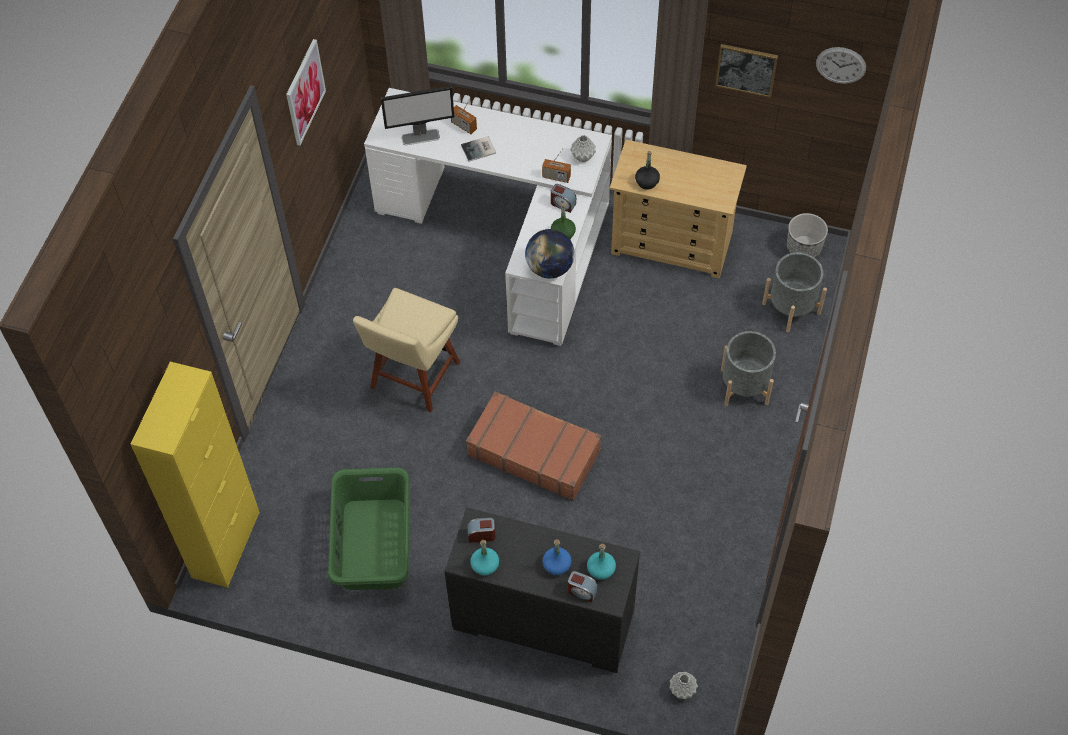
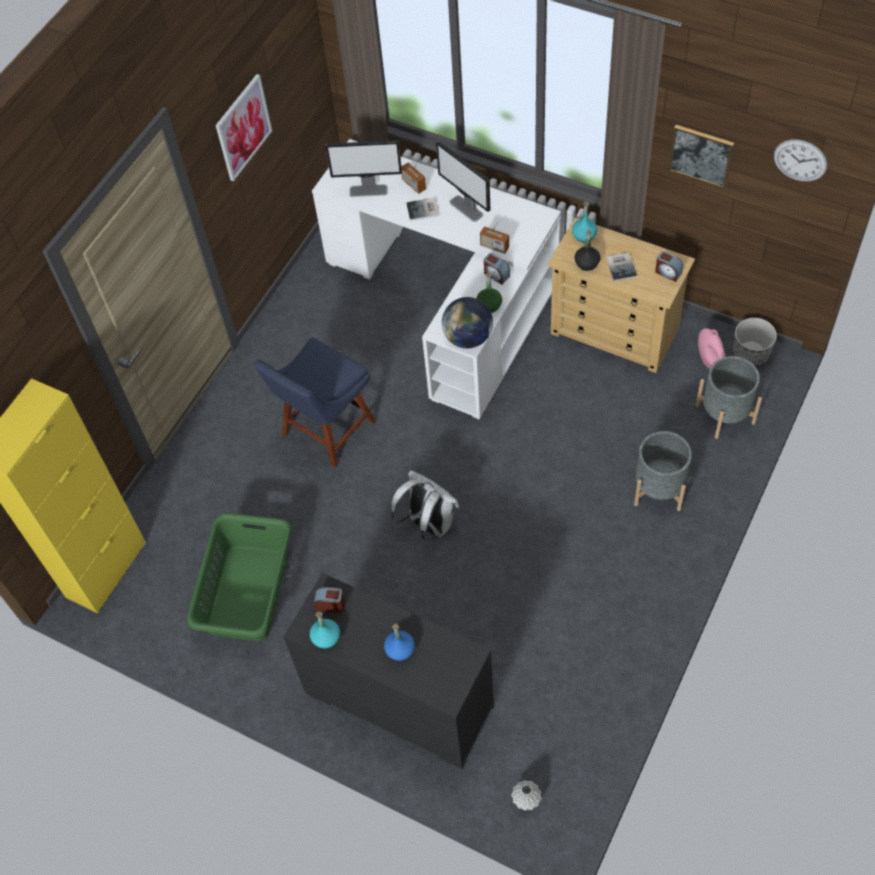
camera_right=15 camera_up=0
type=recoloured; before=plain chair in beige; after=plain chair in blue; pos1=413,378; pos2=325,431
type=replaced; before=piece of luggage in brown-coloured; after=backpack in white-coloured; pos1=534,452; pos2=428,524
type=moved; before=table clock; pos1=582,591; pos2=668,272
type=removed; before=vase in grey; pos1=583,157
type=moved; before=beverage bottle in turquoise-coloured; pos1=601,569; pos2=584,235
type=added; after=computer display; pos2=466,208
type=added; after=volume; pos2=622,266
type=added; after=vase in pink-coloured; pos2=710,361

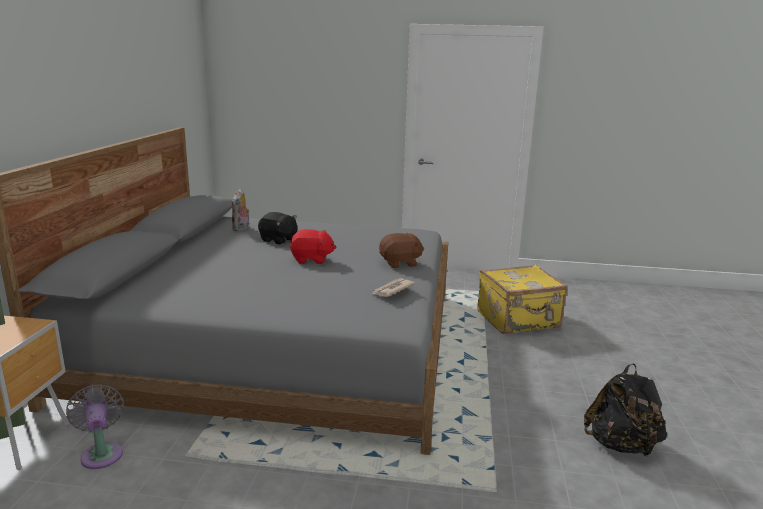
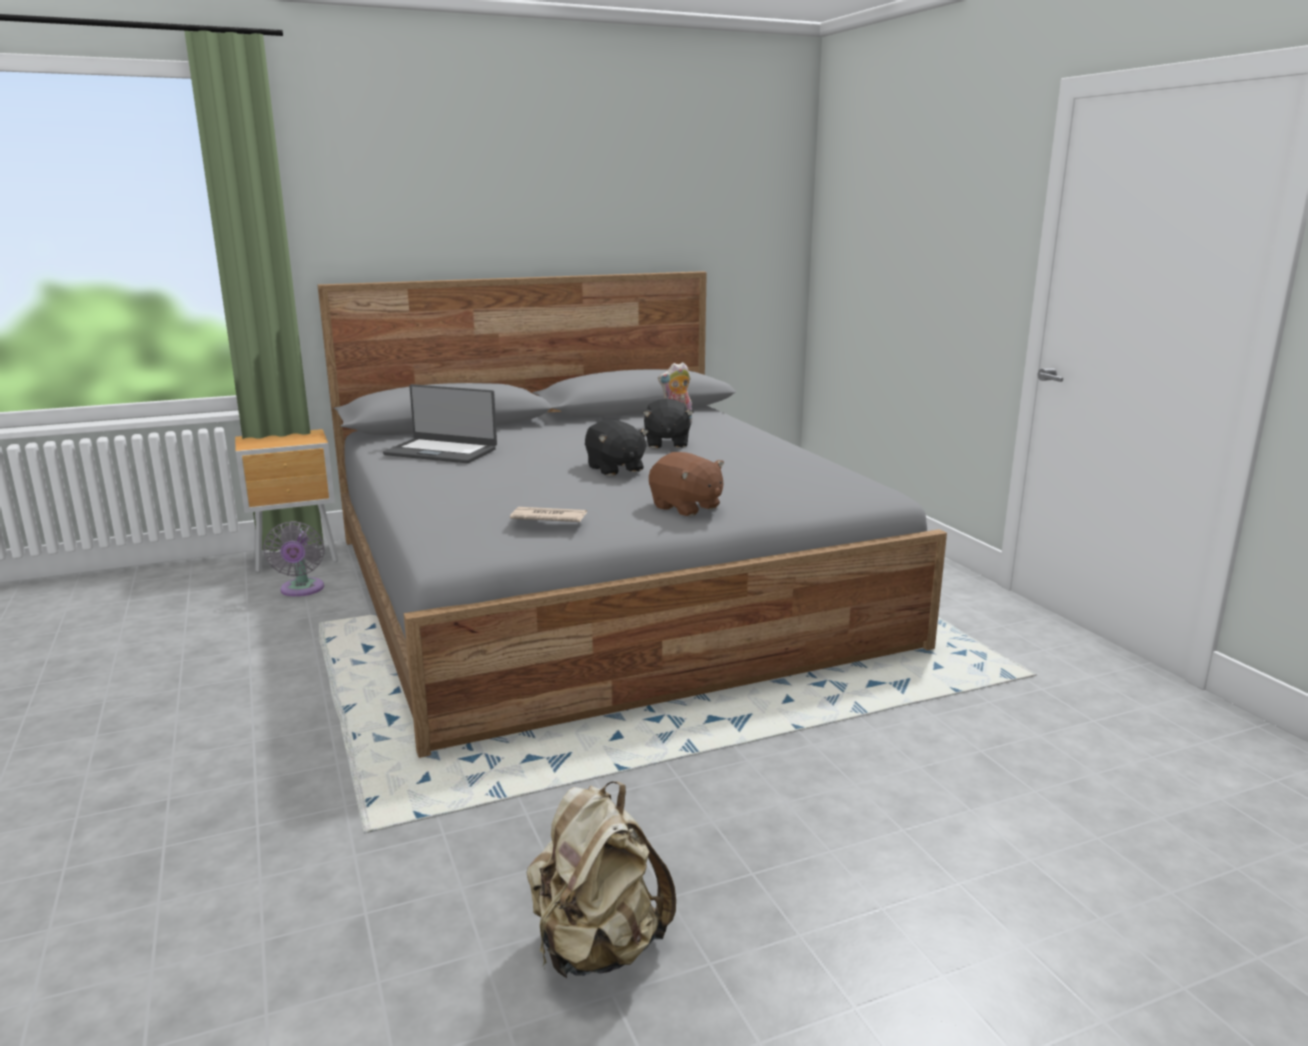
camera_right=60 camera_up=0
type=turned; before=cooling fan in grey; pos1=102,453; pos2=301,590; turn=135
type=recoloured; before=plush toy in reddish; after=plush toy in black-coloured; pos1=312,259; pos2=615,469
type=removed; before=piece of luggage in yellow-coloured; pos1=519,320
type=recoloured; before=backpack in black-coloured; after=backpack in beige; pos1=621,445; pos2=597,947
type=added; after=laptop; pos2=441,451

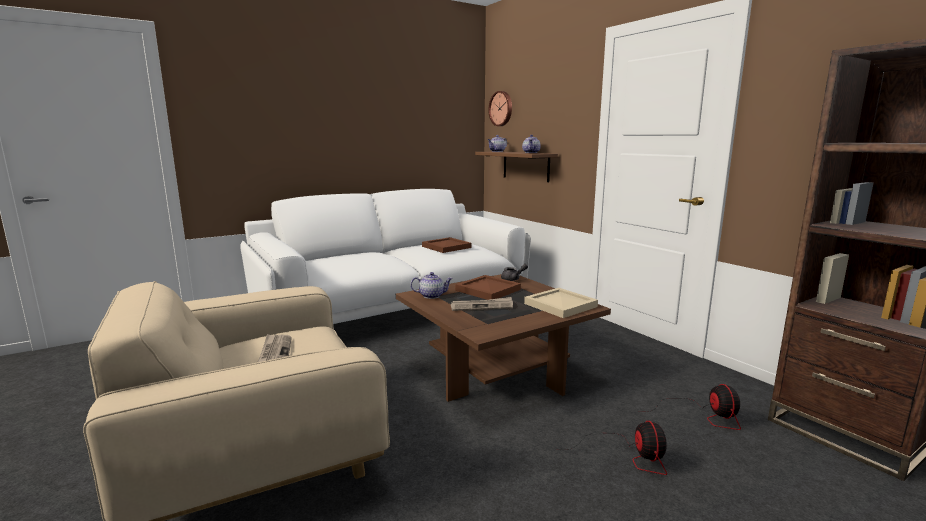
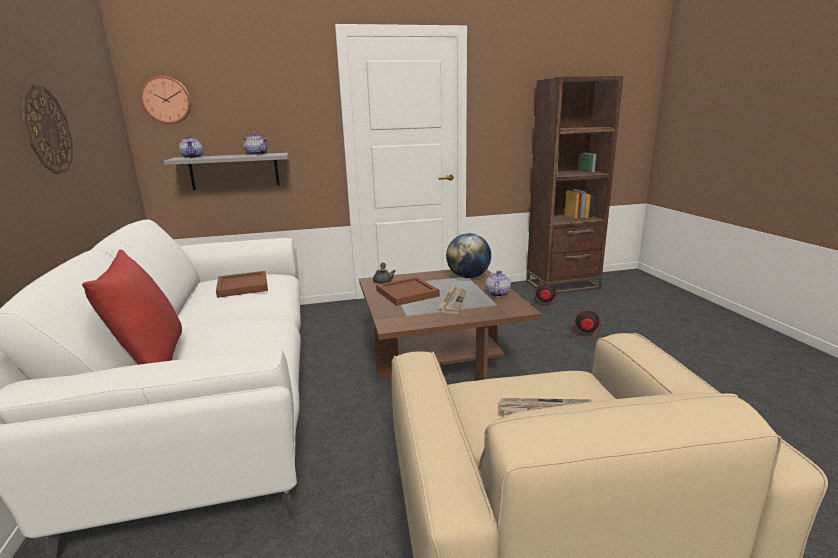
camera_right=-70 camera_up=5
type=moved; before=tea pot; pos1=432,296; pos2=497,294
type=recoloured; before=wall shelf in brown-coloured; after=wall shelf in grey; pos1=526,166; pos2=234,171
type=replaced; before=serving tray in beige; after=globe; pos1=560,305; pos2=468,277
type=added; after=hanging clock; pos2=47,130
type=added; after=throw pillow in reddish; pos2=151,362

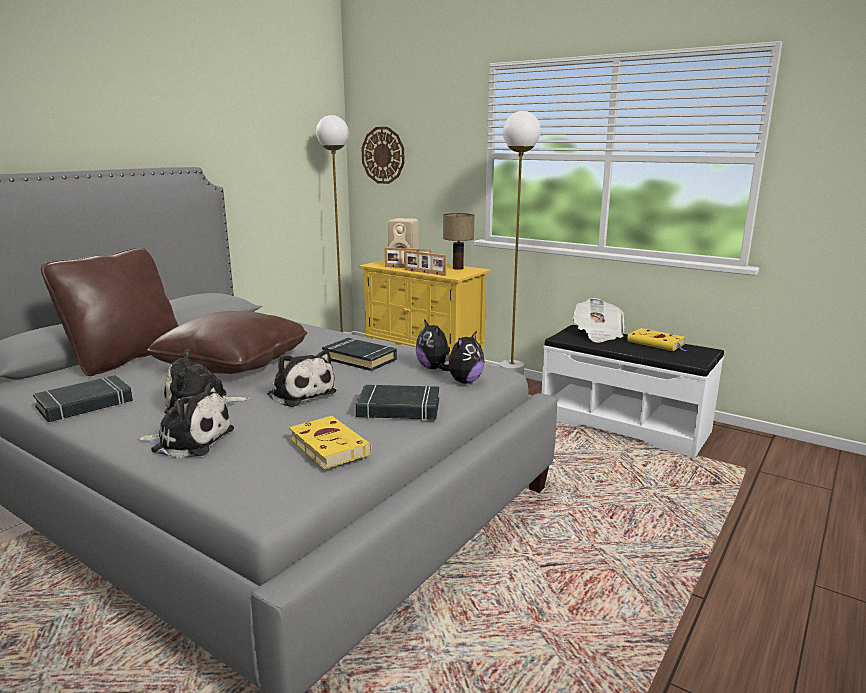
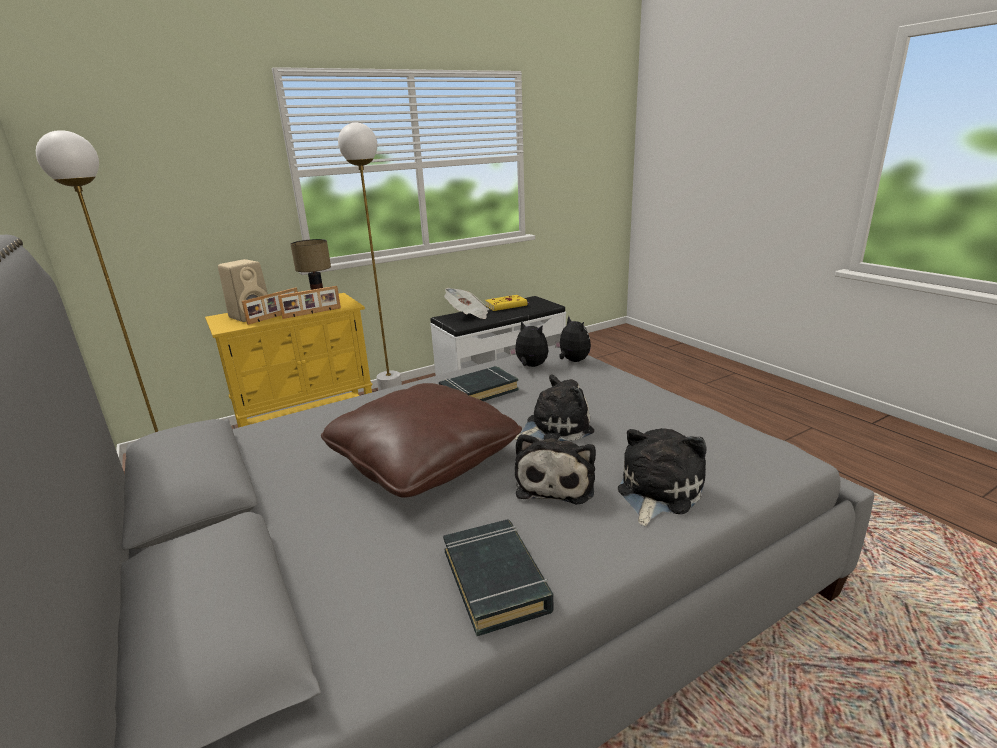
camera_right=-65 camera_up=5
type=removed; before=throw pillow in brown-coloured; pos1=125,358
type=removed; before=volume in yellow-coloured; pos1=327,446
type=removed; before=volume in black-coloured; pos1=398,409
type=removed; before=hanging clock; pos1=383,155
type=turned; before=plush toy; pos1=434,367; pos2=530,366; turn=-135

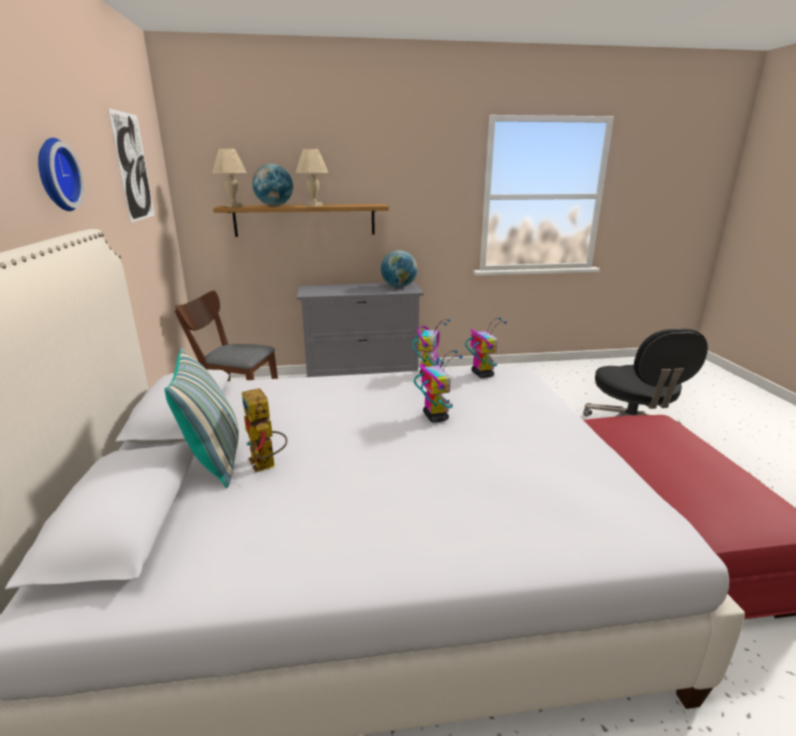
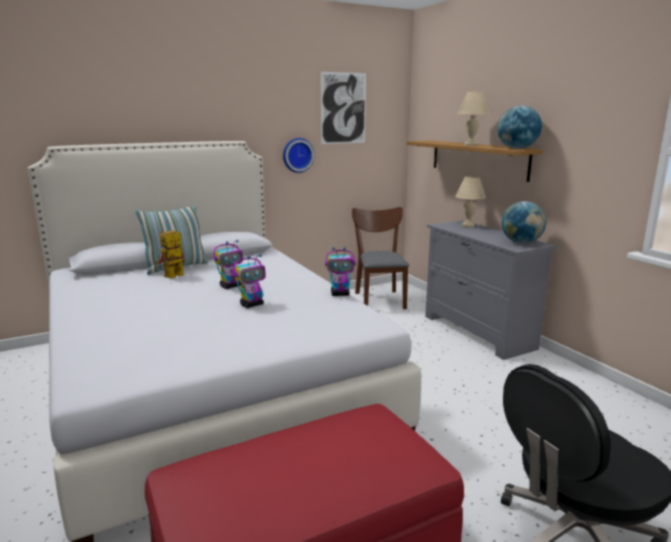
camera_right=70 camera_up=-5
type=moved; before=hanging clock; pos1=55,175; pos2=297,155
type=moved; before=tabletop lamp in beige; pos1=234,206; pos2=468,225
type=moved; before=globe; pos1=274,205; pos2=517,148
type=moved; before=model robot; pos1=482,374; pos2=231,286

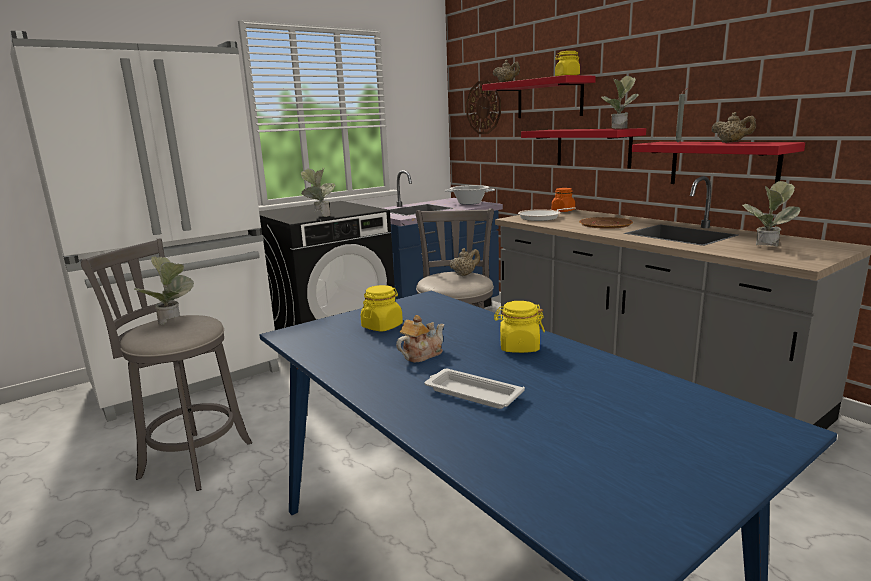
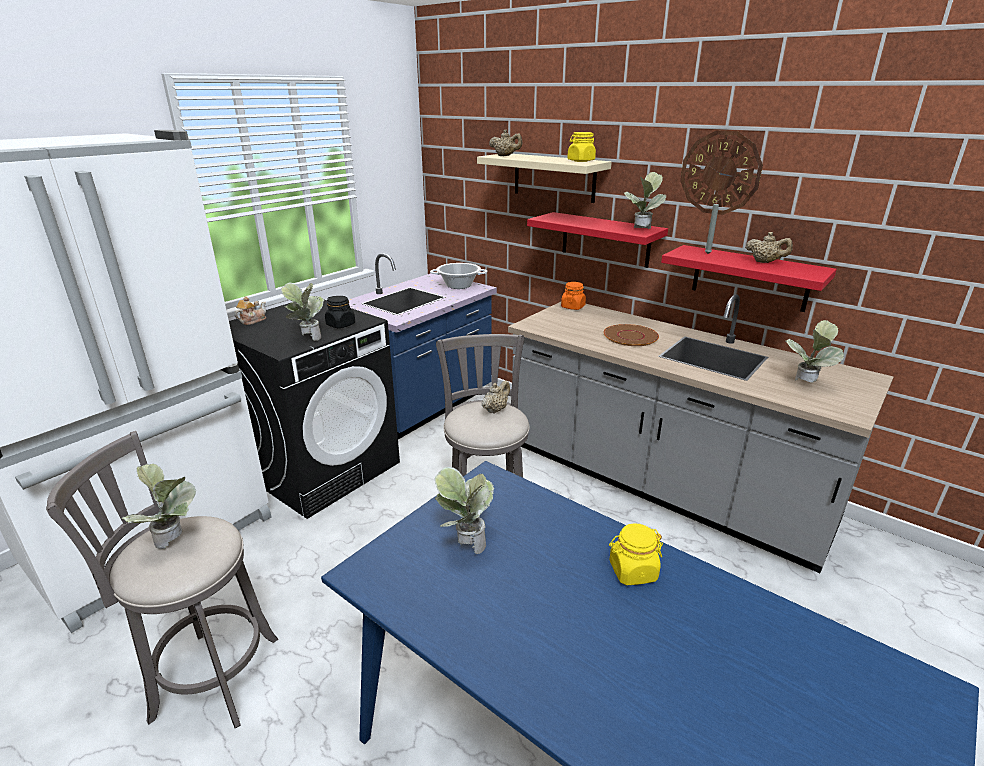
camera_right=-15 camera_up=10
type=replaced; before=storage jar in yellow-coloured; after=houseplant; pos1=382,326; pos2=465,544
type=moved; before=tea pot; pos1=421,355; pos2=252,320
type=removed; before=serving tray in white-coloured; pos1=471,393
type=moved; before=hanging clock; pos1=484,107; pos2=720,173
type=recoloured; before=wall shelf in reddish; after=wall shelf in beige; pos1=549,98; pos2=554,177
type=removed; before=skillet; pos1=541,217
type=added; after=storage jar in black-coloured; pos2=341,325

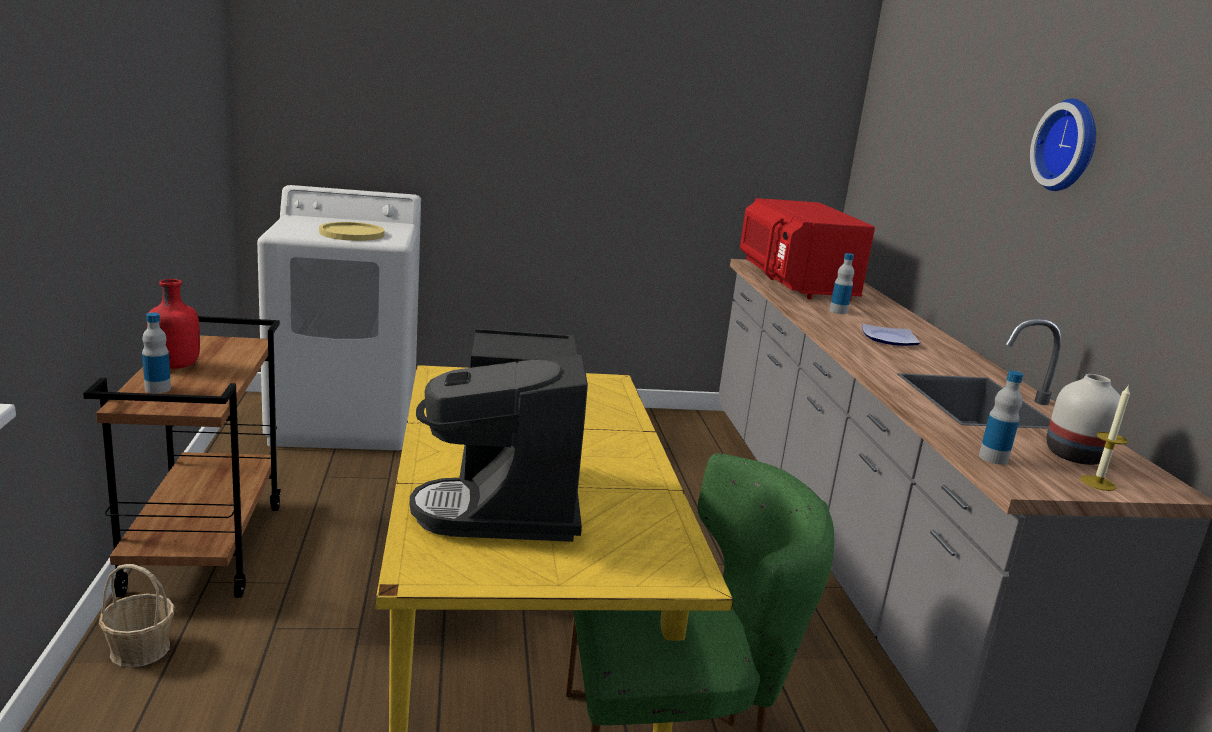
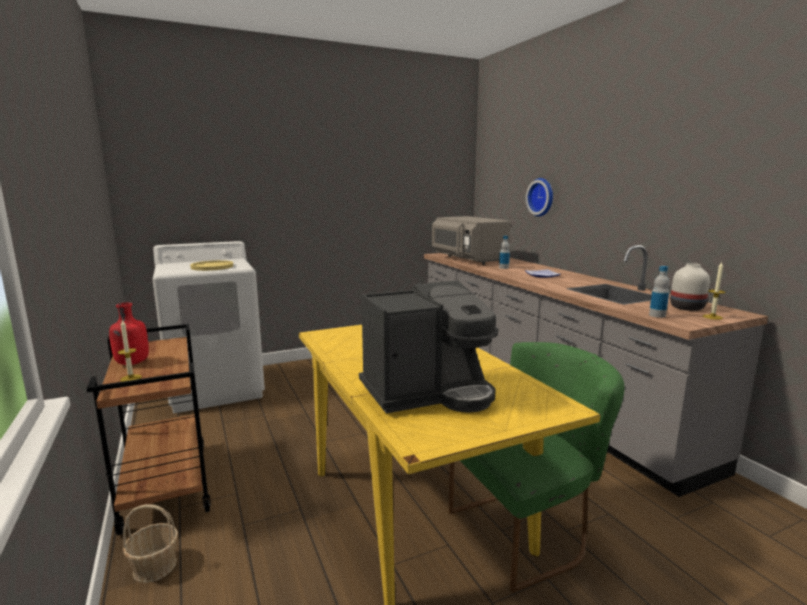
camera_right=-15 camera_up=-5
type=replaced; before=beverage bottle; after=candle; pos1=158,389; pos2=131,378
type=turned; before=coffee brewer; pos1=508,502; pos2=428,392; turn=-90
type=recoloured; before=microwave oven in reddish; after=microwave oven in grey; pos1=795,283; pos2=468,259
type=moved; before=hanging clock; pos1=1070,146; pos2=542,197

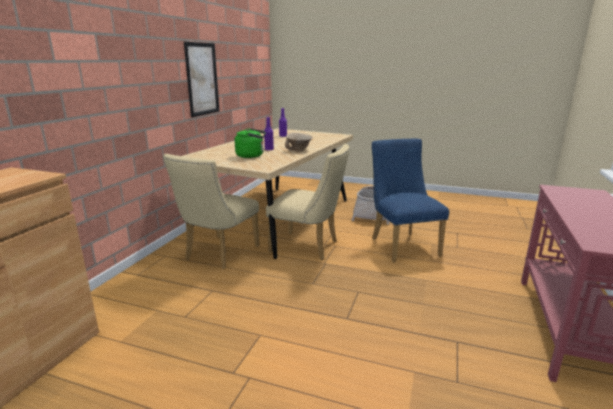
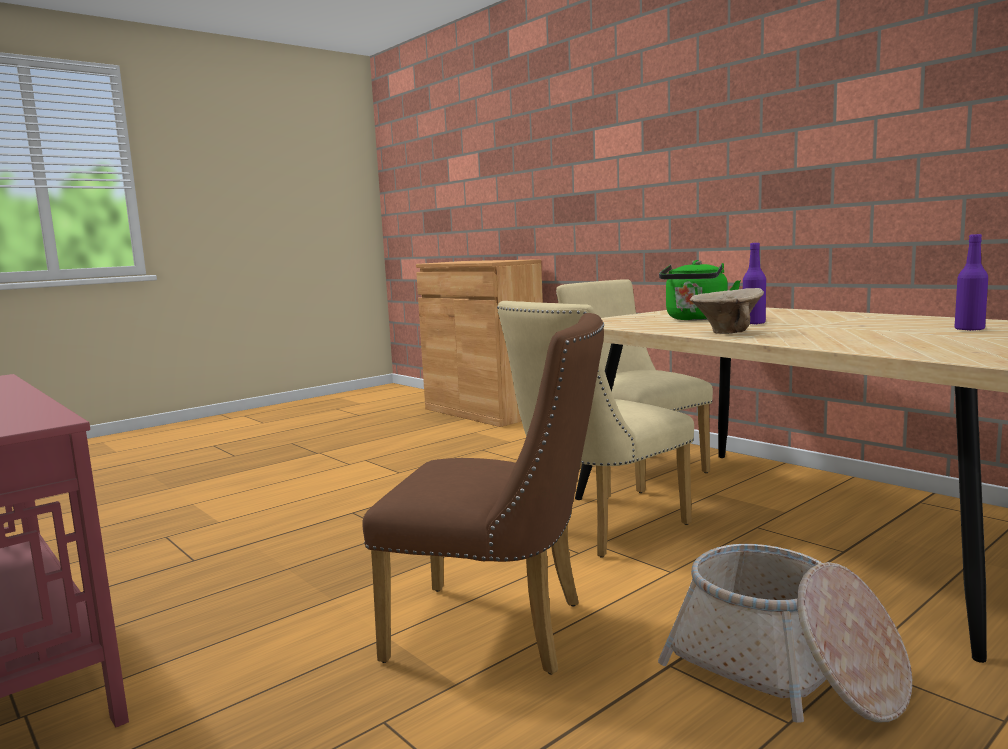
camera_right=120 camera_up=-10
type=removed; before=wall picture; pos1=202,79
type=recoloured; before=plain chair in blue; after=plain chair in brown-coloured; pos1=401,245; pos2=502,632

